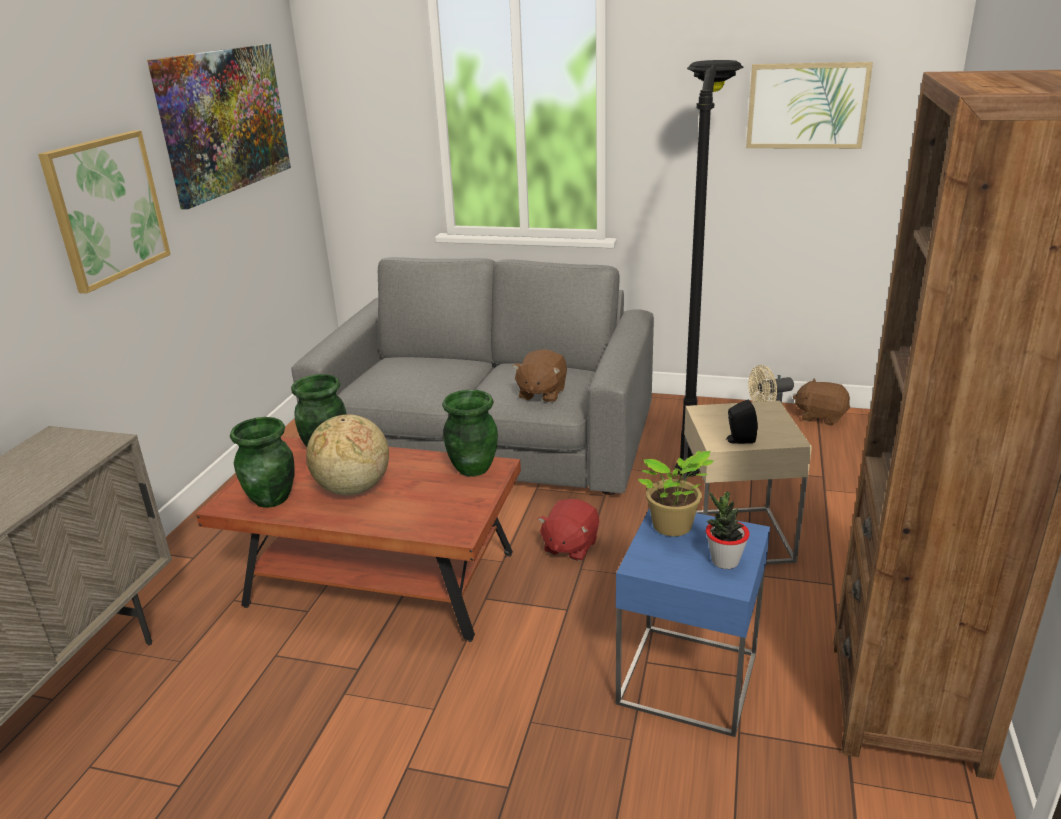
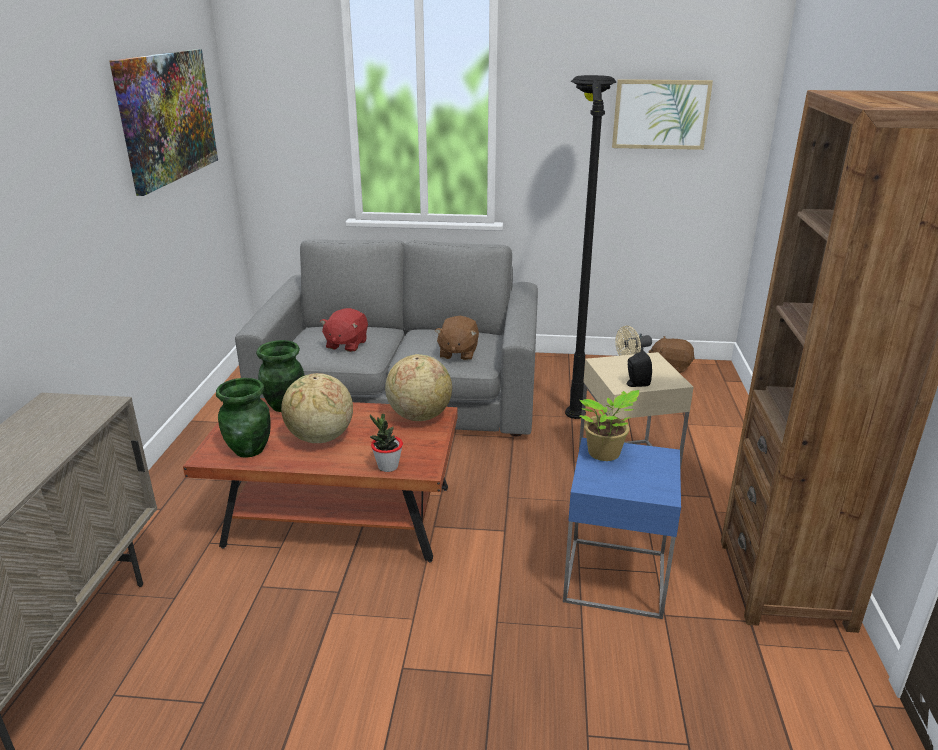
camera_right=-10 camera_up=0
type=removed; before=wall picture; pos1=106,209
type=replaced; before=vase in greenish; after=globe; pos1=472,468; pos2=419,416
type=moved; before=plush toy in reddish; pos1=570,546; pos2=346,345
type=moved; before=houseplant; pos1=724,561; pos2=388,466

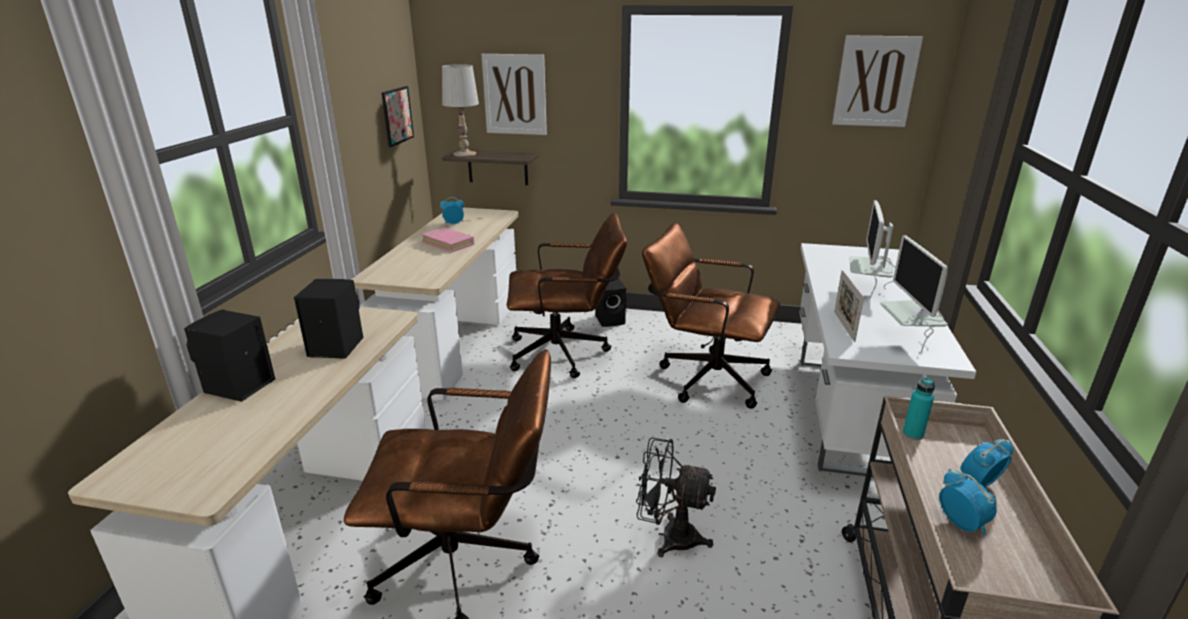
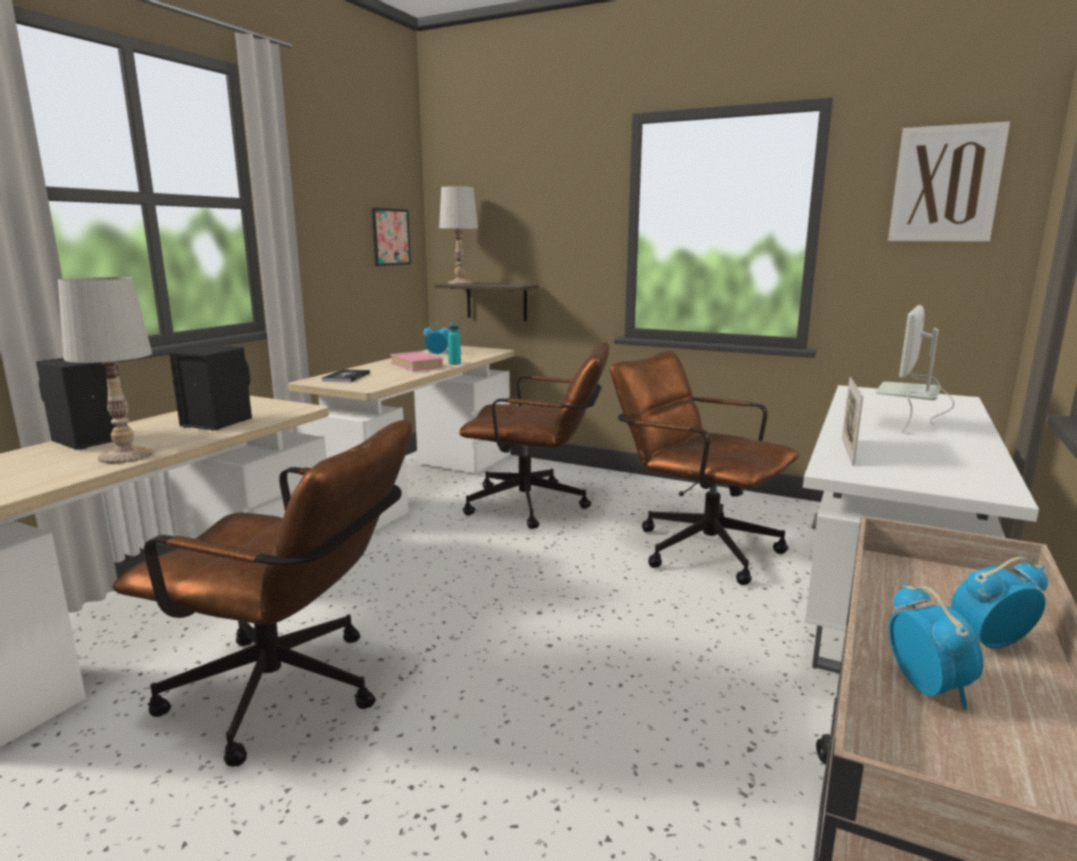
camera_right=15 camera_up=-10
type=removed; before=wall picture; pos1=515,94
type=removed; before=loudspeaker in black-coloured; pos1=611,320
type=removed; before=cooling fan in black-coloured; pos1=669,537
type=removed; before=computer display; pos1=908,340
type=moved; before=beverage bottle in turquoise-coloured; pos1=913,434; pos2=454,364
type=added; after=tabletop lamp in white-coloured; pos2=125,456
type=added; after=volume; pos2=346,377

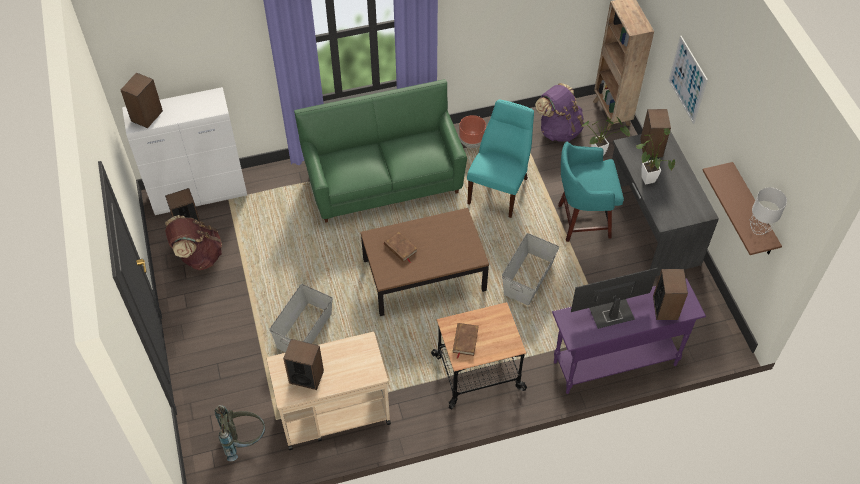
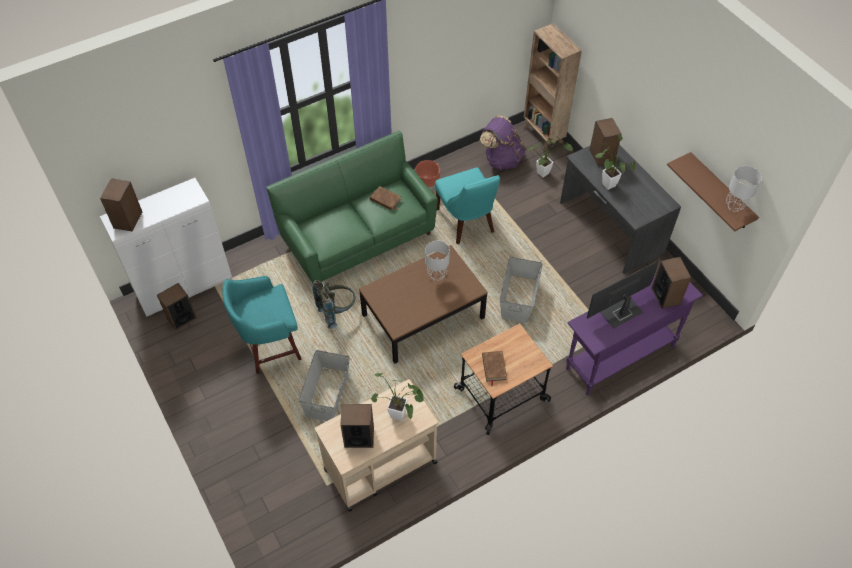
camera_right=-15 camera_up=0
type=removed; before=backpack in brown-coloured; pos1=198,256
type=moved; before=backpack in grey; pos1=244,440; pos2=337,311
type=moved; before=volume in brown-coloured; pos1=400,248; pos2=385,200
type=turned; before=plain chair in turquoise-coloured; pos1=499,189; pos2=466,222; turn=150
type=moved; before=sitting stool in turquoise-coloured; pos1=581,221; pos2=270,348
type=removed; before=wall picture; pos1=687,80
type=added; after=houseplant; pos2=401,415
type=added; after=tabletop lamp in grey; pos2=436,275

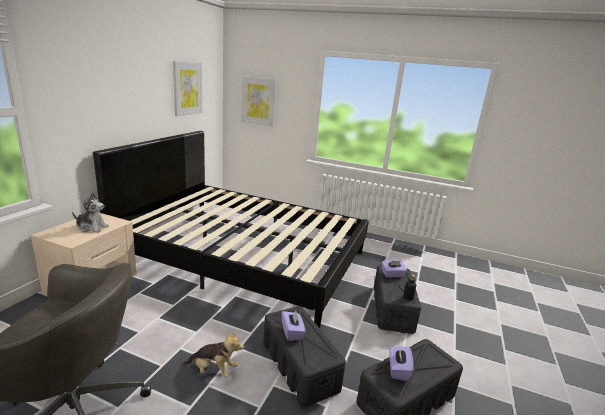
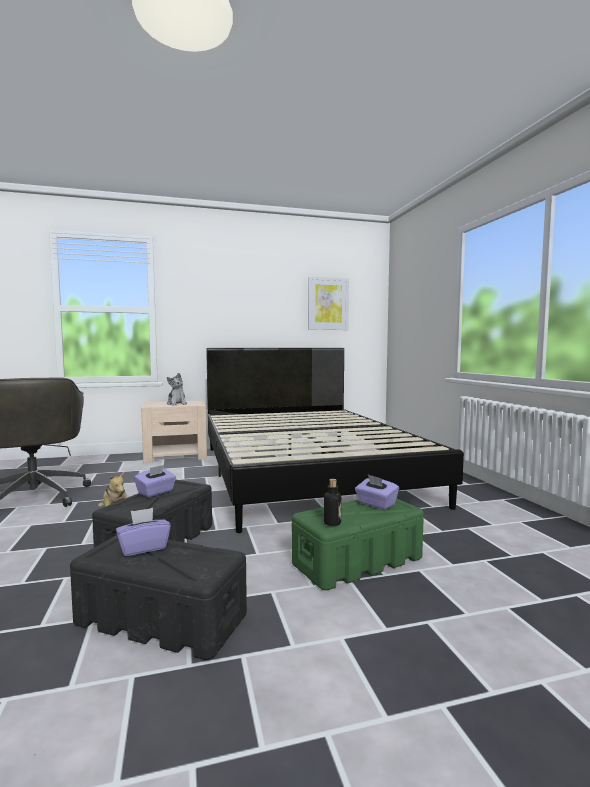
camera_right=55 camera_up=-15
type=removed; before=wall picture; pos1=258,101
type=recoloured; before=storage box in black-coloured; after=storage box in greenish; pos1=392,309; pos2=358,561

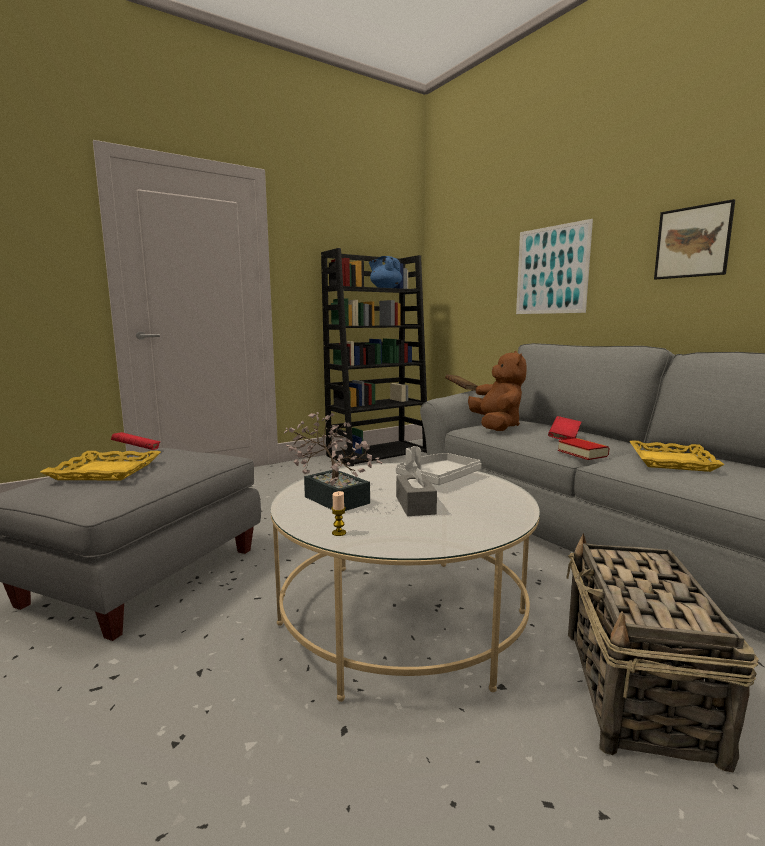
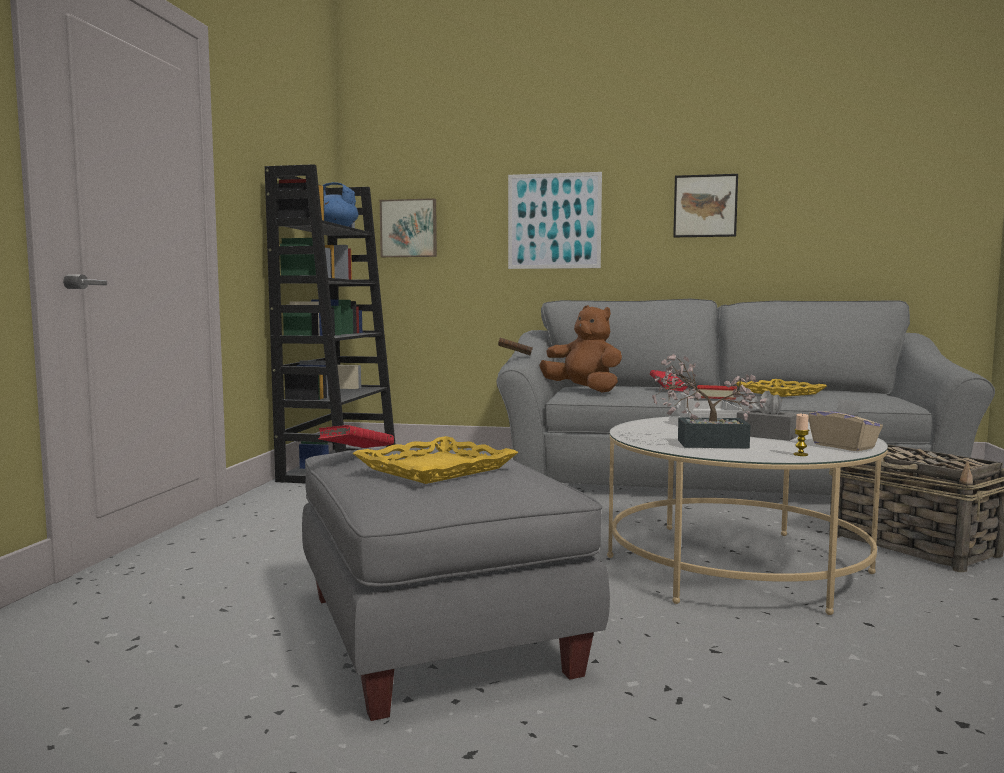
camera_right=-45 camera_up=-5
type=added; after=wall picture; pos2=409,228
type=added; after=box of tissues in beige; pos2=844,446

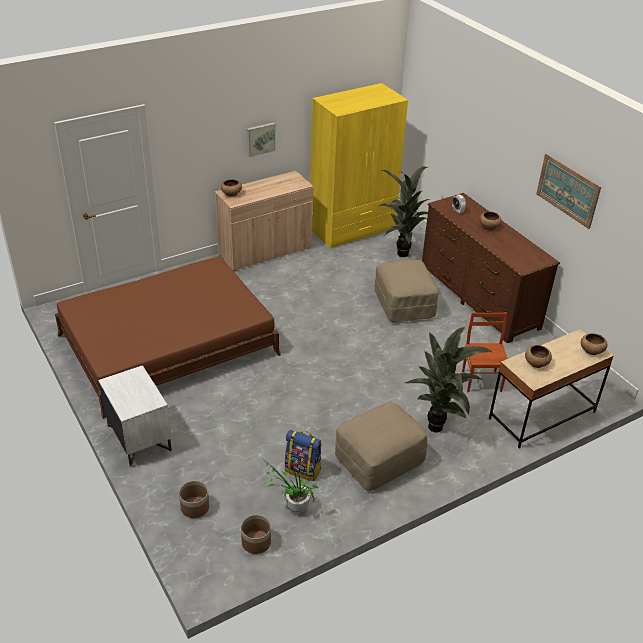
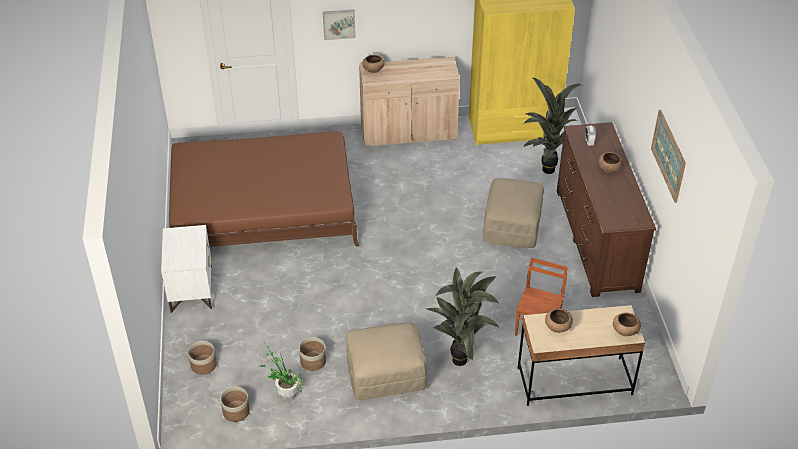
camera_right=25 camera_up=5
type=moved; before=wall picture; pos1=260,139; pos2=339,23
type=replaced; before=backpack; after=planter; pos1=303,469; pos2=313,361

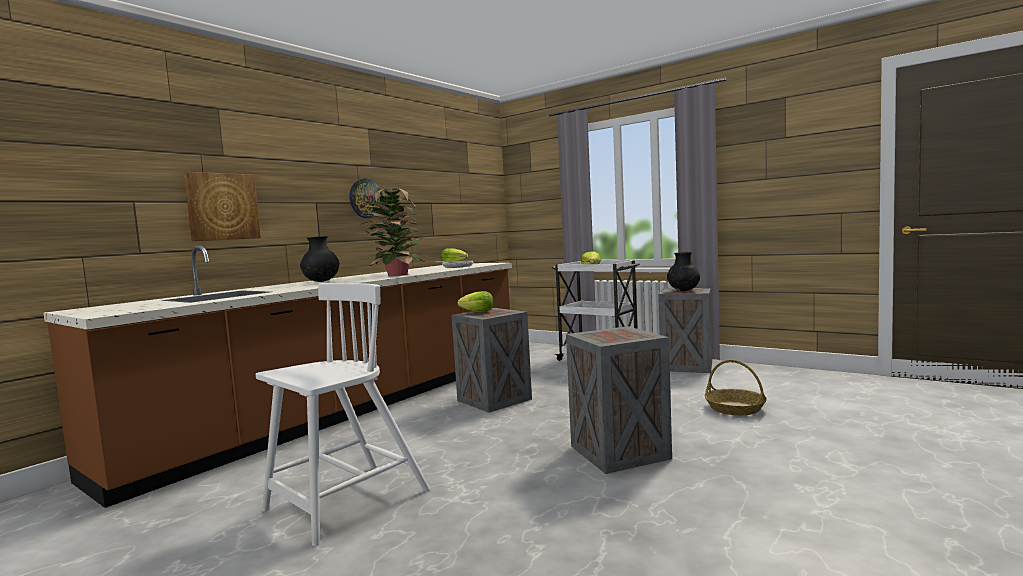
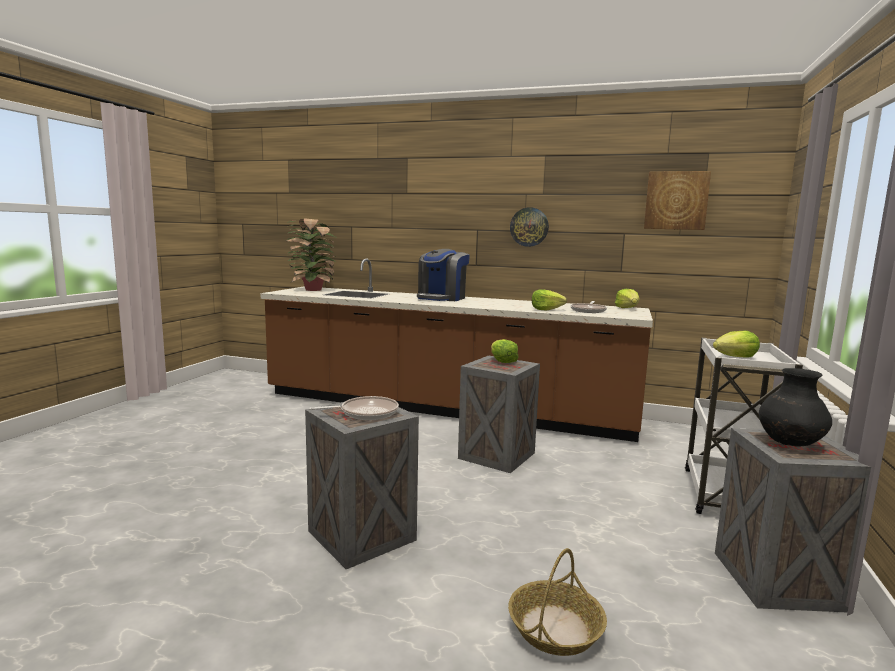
camera_right=70 camera_up=5
type=moved; before=wall picture; pos1=222,207; pos2=676,200
type=removed; before=plain chair in white-coloured; pos1=345,502
type=replaced; before=vase in black-coloured; after=coffee brewer; pos1=321,281; pos2=441,298
type=moved; before=houseplant; pos1=395,275; pos2=312,289
type=added; after=skillet; pos2=365,413
type=added; after=lettuce head; pos2=546,309

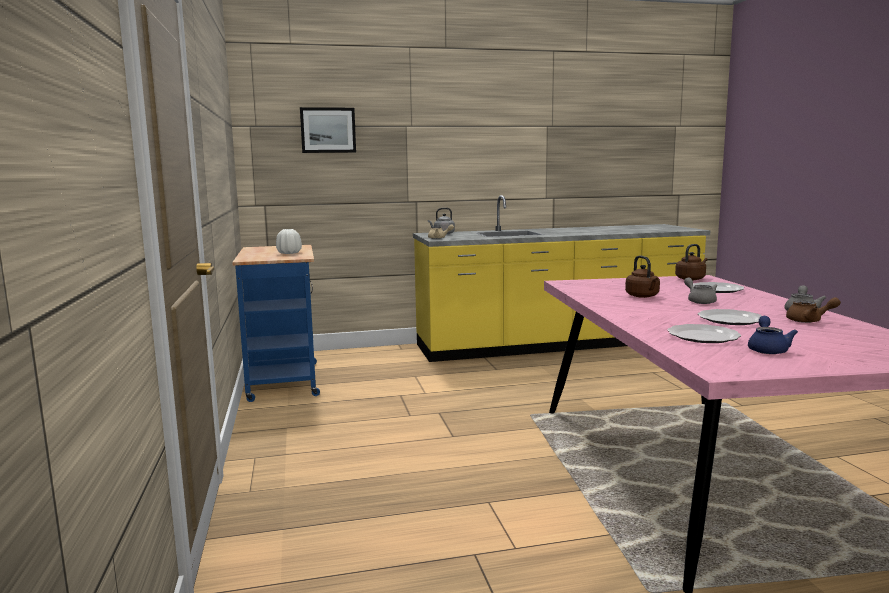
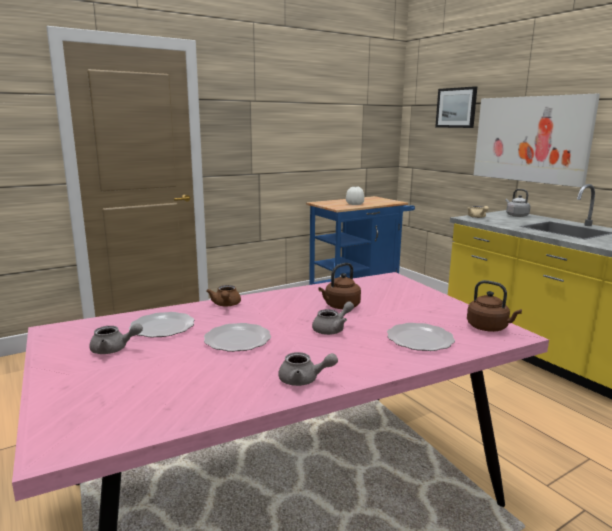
camera_right=70 camera_up=5
type=recoloured; before=tea pot in blue; after=tea pot in grey; pos1=767,349; pos2=114,349
type=moved; before=tea pot in brown-coloured; pos1=809,321; pos2=226,305
type=added; after=wall picture; pos2=530,139

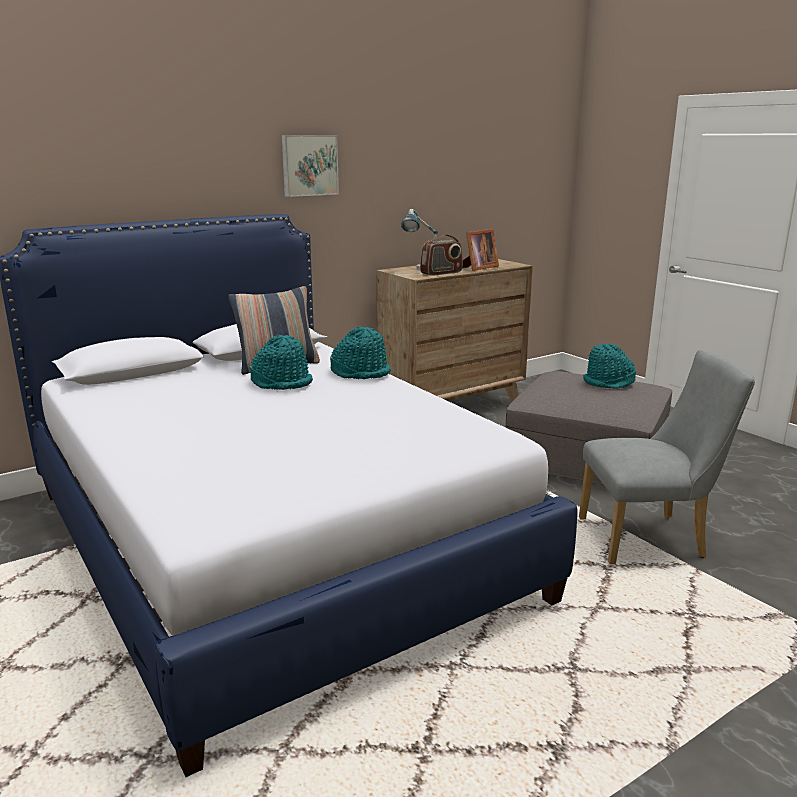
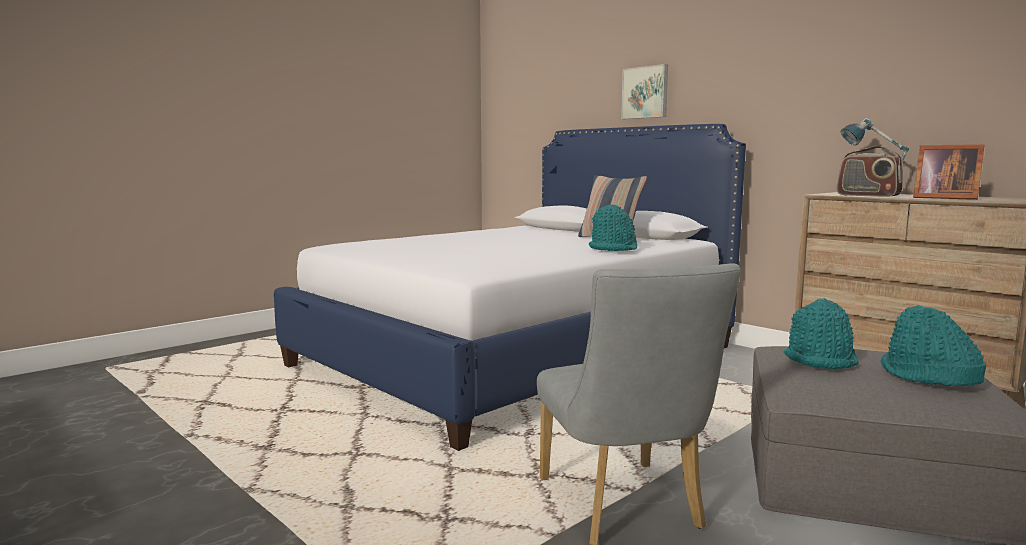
camera_right=80 camera_up=-10
type=moved; before=hat in turquoise-coloured; pos1=282,383; pos2=820,360
type=moved; before=wall picture; pos1=309,165; pos2=645,92

